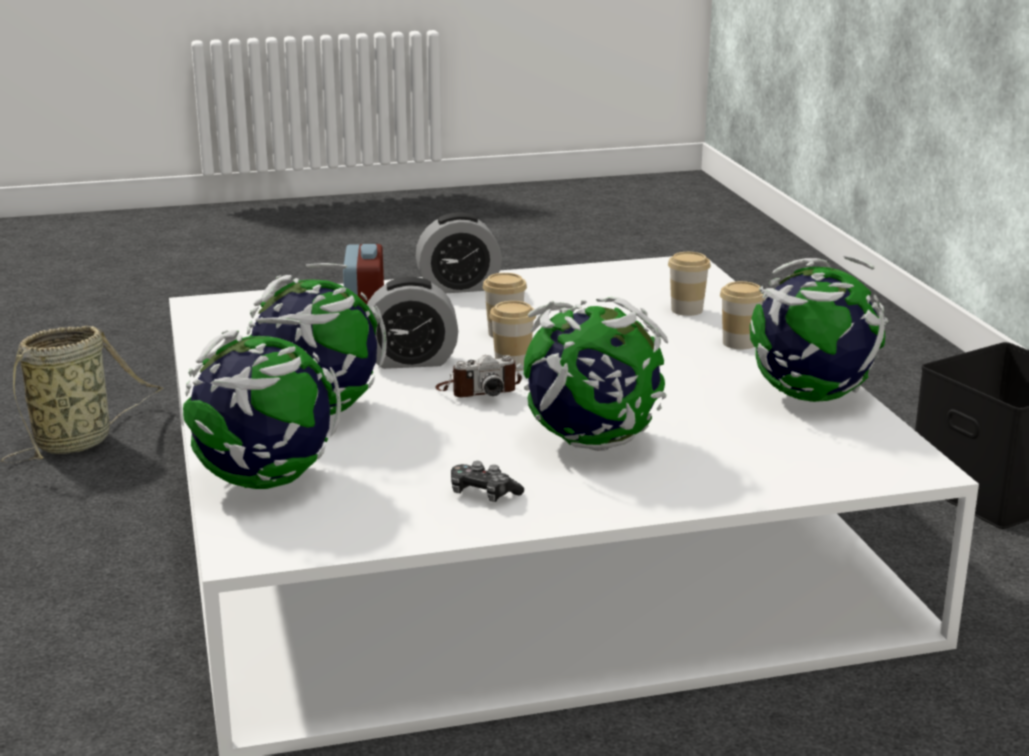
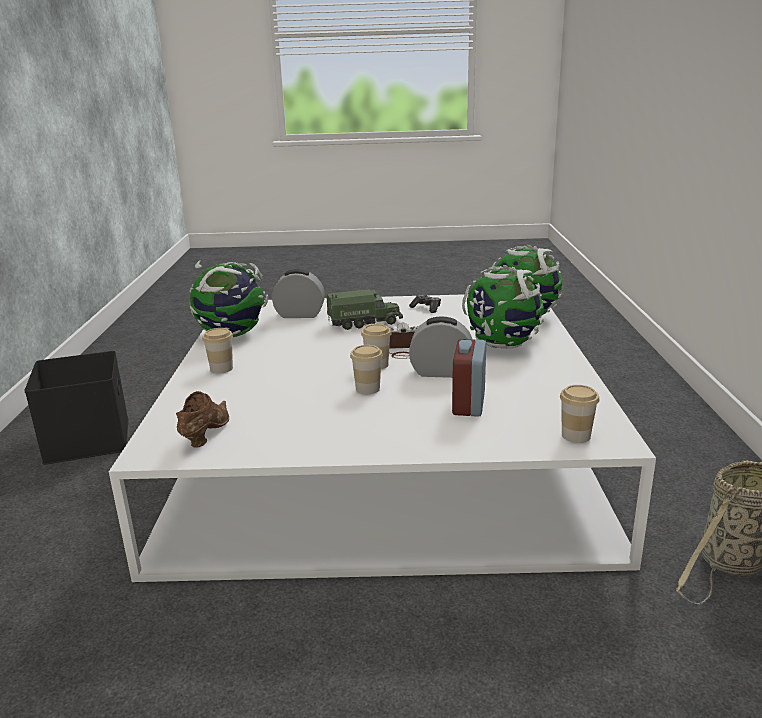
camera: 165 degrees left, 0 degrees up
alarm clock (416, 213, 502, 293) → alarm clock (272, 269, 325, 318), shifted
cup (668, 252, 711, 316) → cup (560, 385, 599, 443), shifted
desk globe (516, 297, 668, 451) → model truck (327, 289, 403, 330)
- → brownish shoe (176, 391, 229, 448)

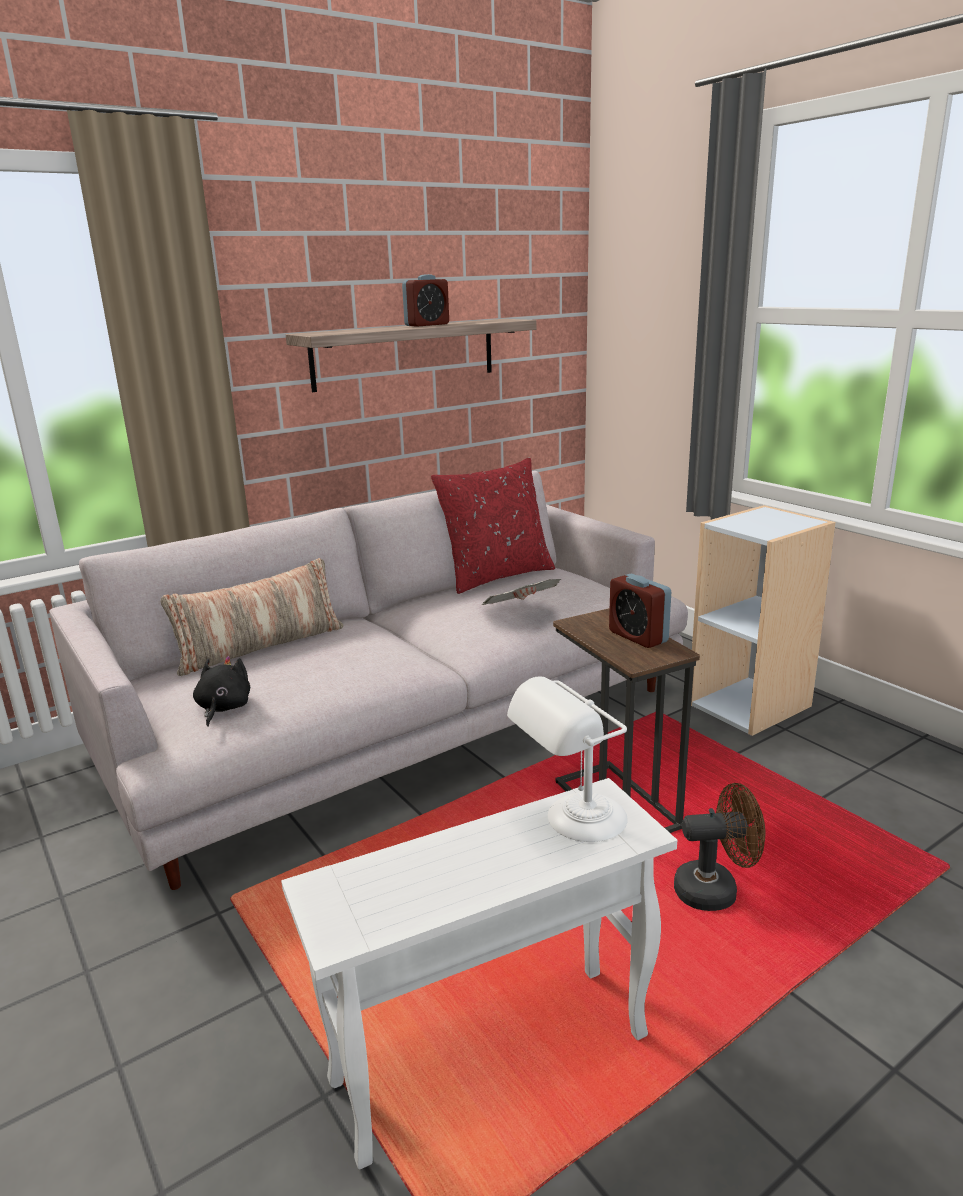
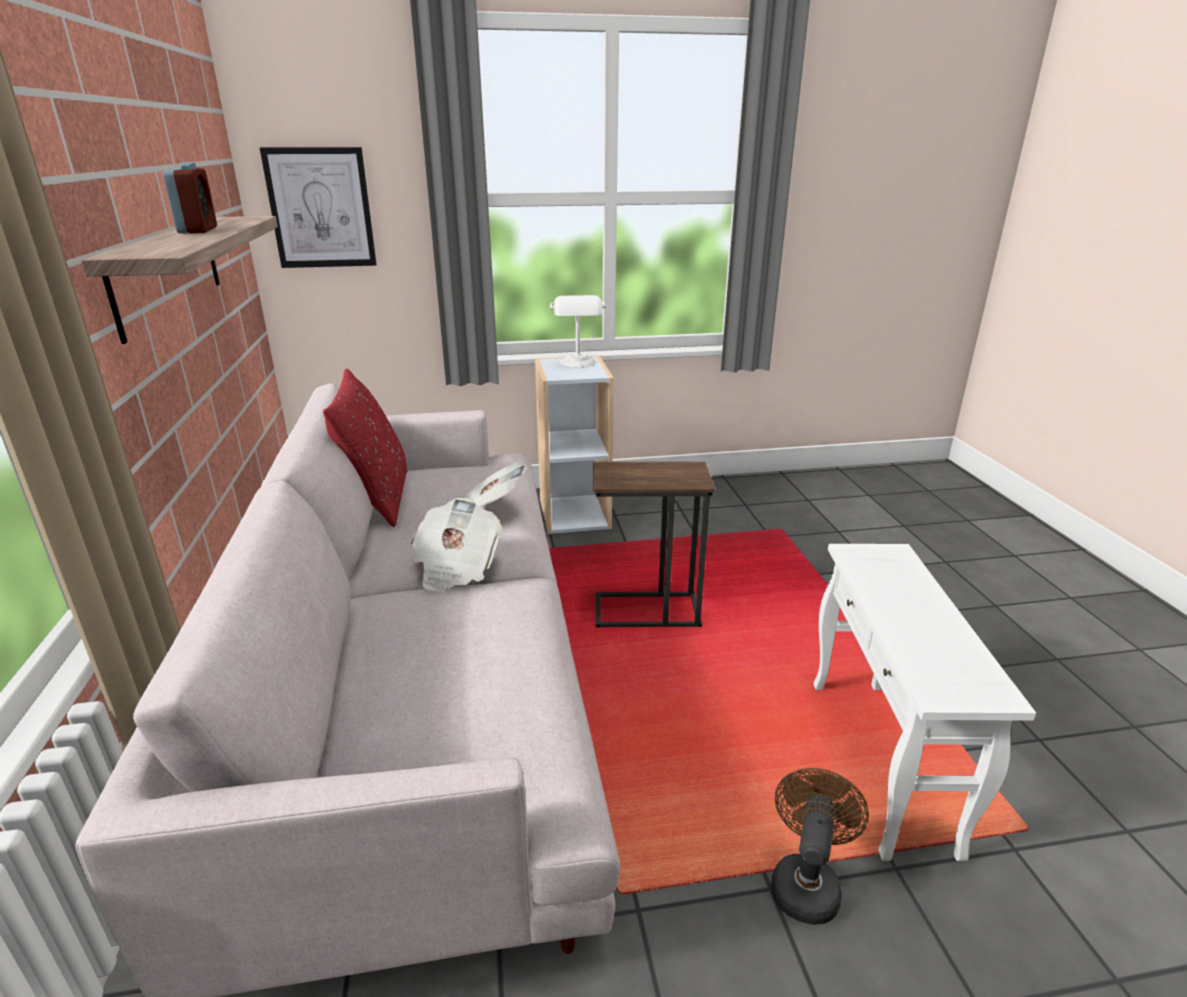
camera: 65 degrees left, 5 degrees up
throw pillow (160, 558, 343, 676) → -
alarm clock (609, 574, 671, 648) → -
black-coloured soft toy (193, 656, 250, 727) → -
whitish table lamp (507, 677, 628, 842) → whitish table lamp (550, 295, 607, 367), shifted
brownish electric fan (674, 783, 765, 911) → brownish electric fan (771, 768, 869, 925), shifted
- → wall picture (260, 147, 377, 268)
- → printed paper (411, 498, 502, 591)

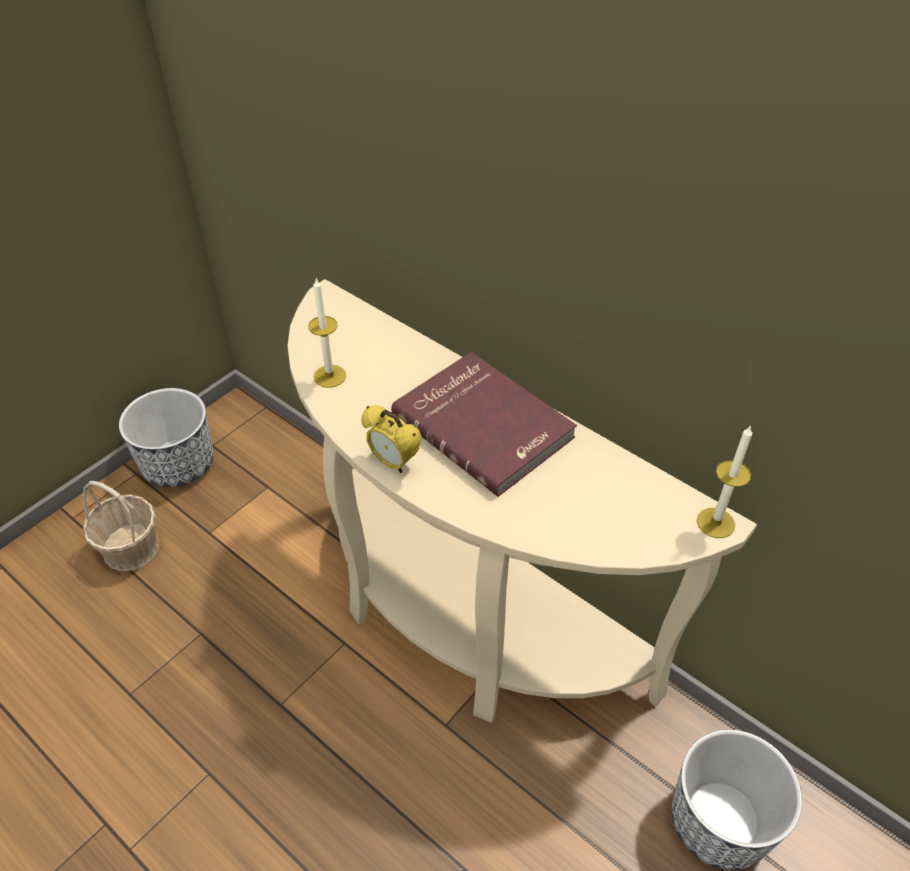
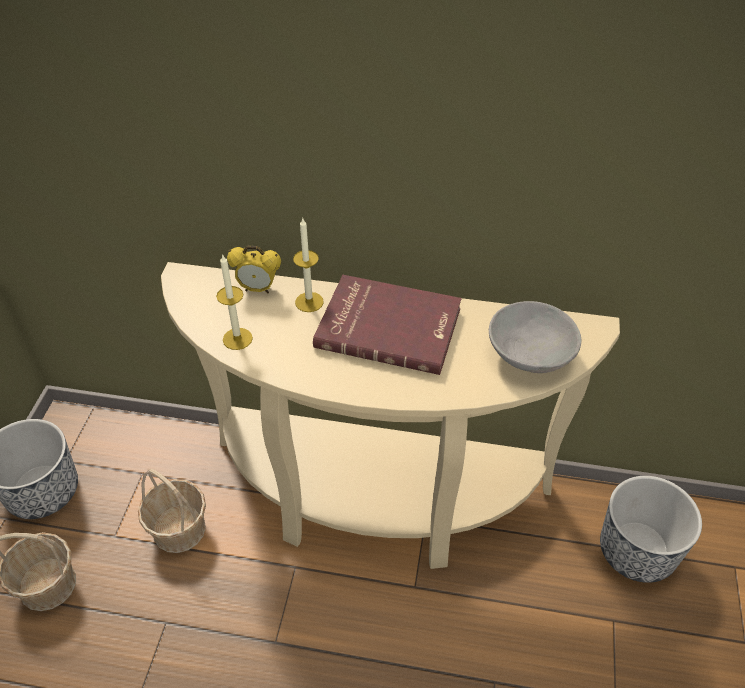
camera: 30 degrees left, 0 degrees up
alarm clock (361, 405, 422, 473) → alarm clock (227, 246, 281, 294), shifted
wax light (697, 425, 752, 538) → wax light (293, 218, 324, 312), shifted
- → greyish deep dish (489, 301, 581, 373)
- → basket (138, 469, 206, 553)

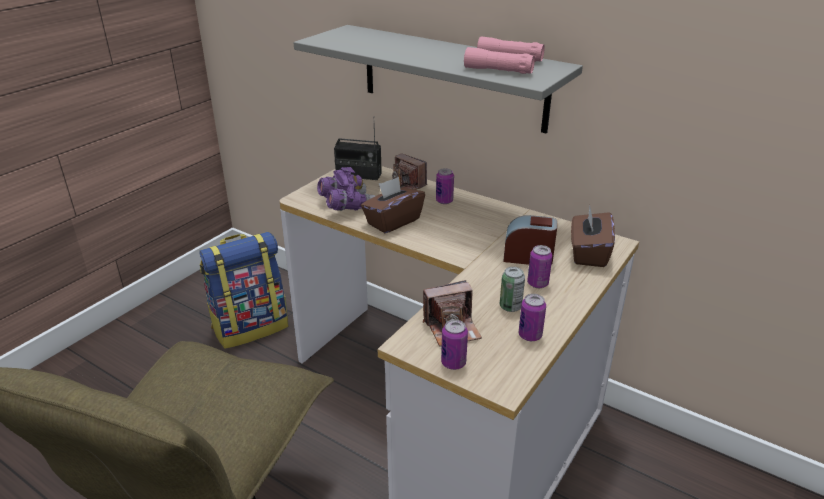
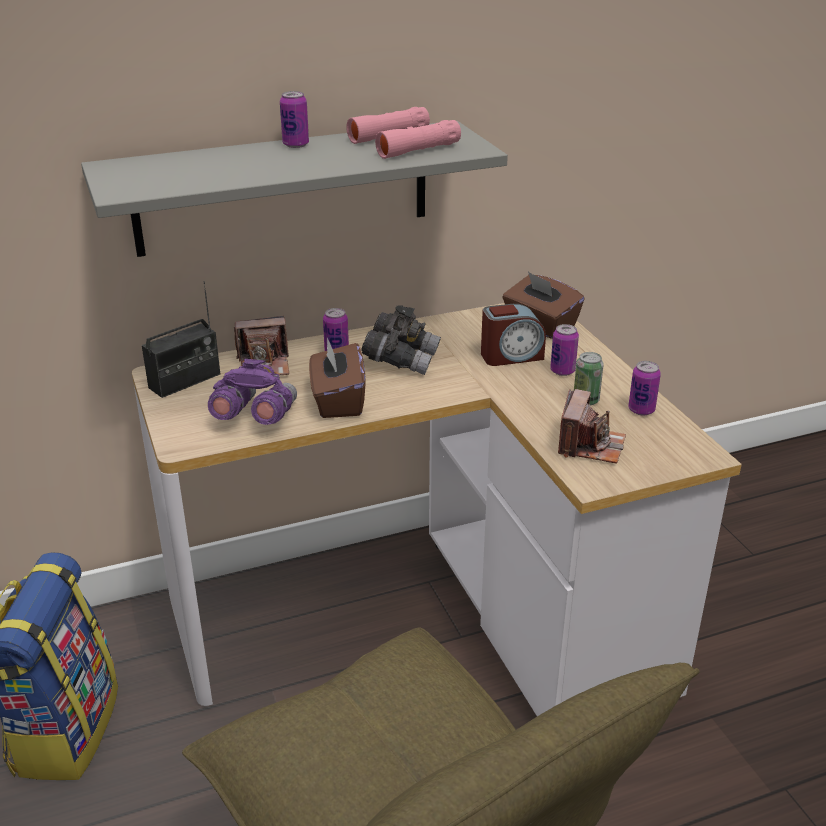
camera: 55 degrees left, 0 degrees up
alarm clock (503, 215, 557, 265) → alarm clock (481, 304, 546, 366), 150 degrees counterclockwise
can (441, 320, 468, 370) → can (280, 91, 309, 148), shifted
- → greyish field glasses (361, 305, 441, 375)

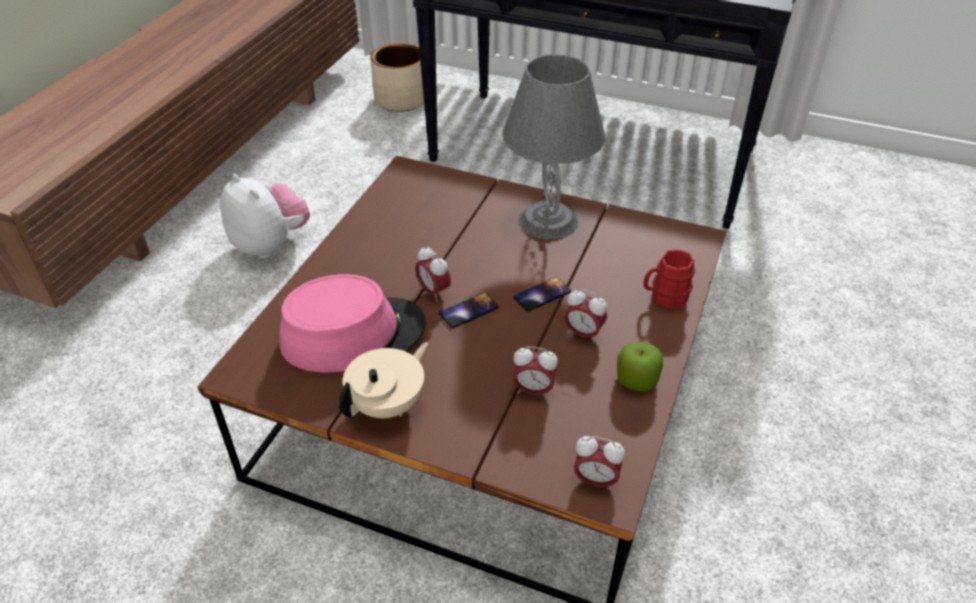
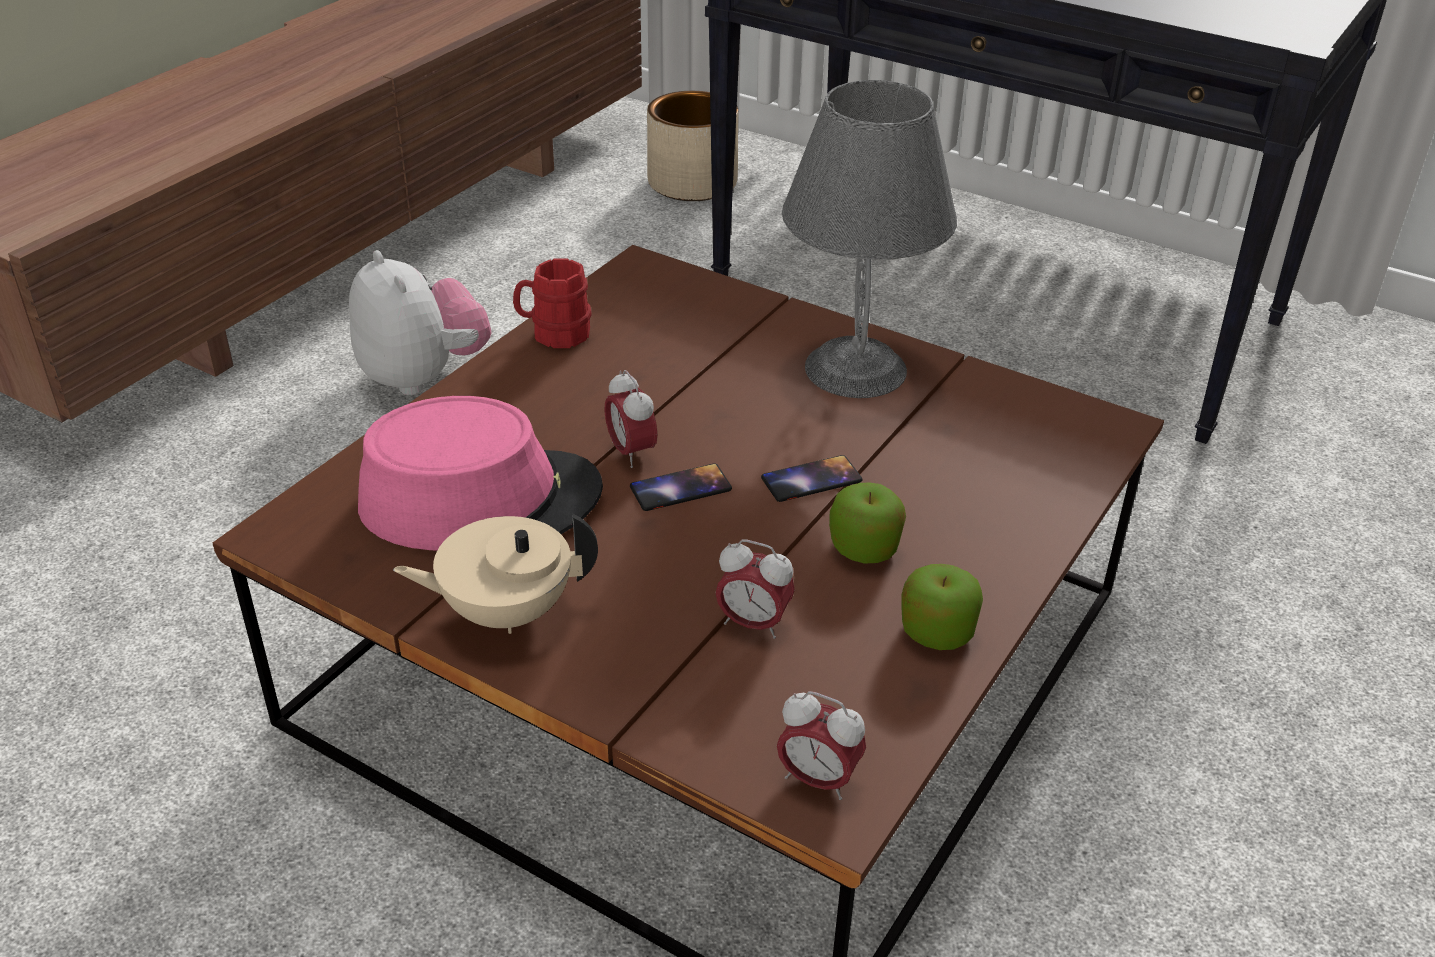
camera: 10 degrees right, 5 degrees down
reddish coffee mug (643, 249, 695, 309) → reddish coffee mug (513, 258, 592, 348), shifted
alarm clock (564, 289, 607, 343) → apple (829, 483, 906, 564)
sand-coloured tea pot (339, 342, 428, 418) → sand-coloured tea pot (393, 513, 598, 634), 150 degrees counterclockwise

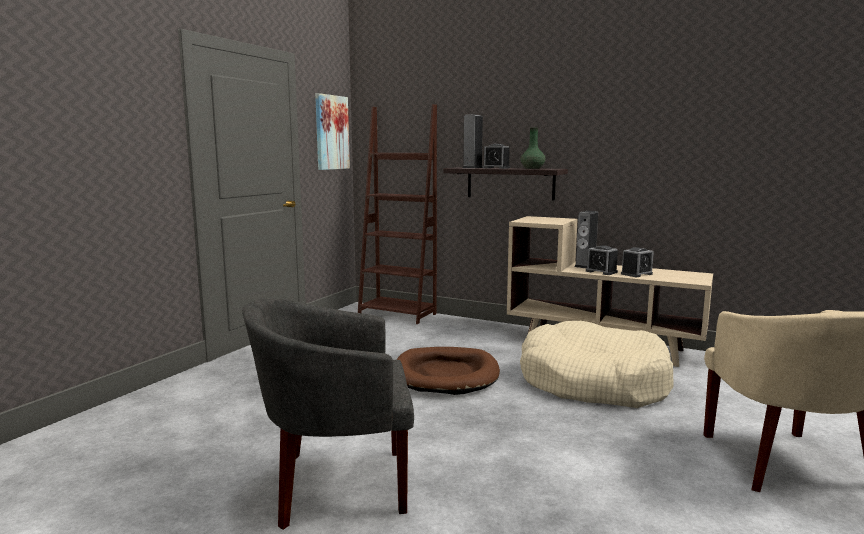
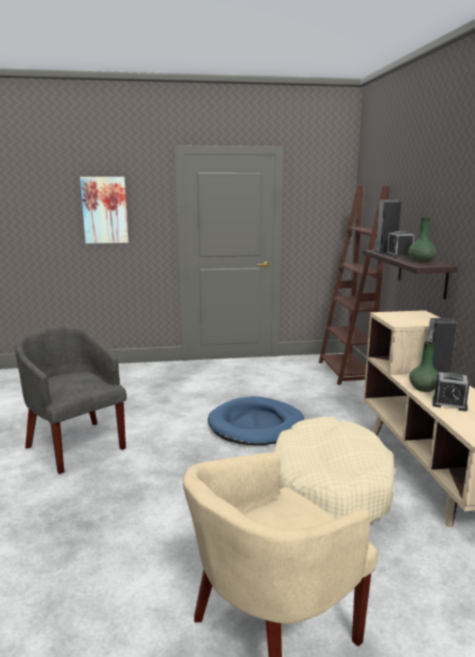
camera: 55 degrees right, 5 degrees up
wall picture (315, 93, 350, 170) → wall picture (80, 177, 129, 244), shifted
alarm clock (586, 245, 618, 275) → greenish flower vase (409, 341, 439, 392)
brownish dog cushion (396, 347, 500, 395) → bluish dog cushion (208, 396, 304, 445)

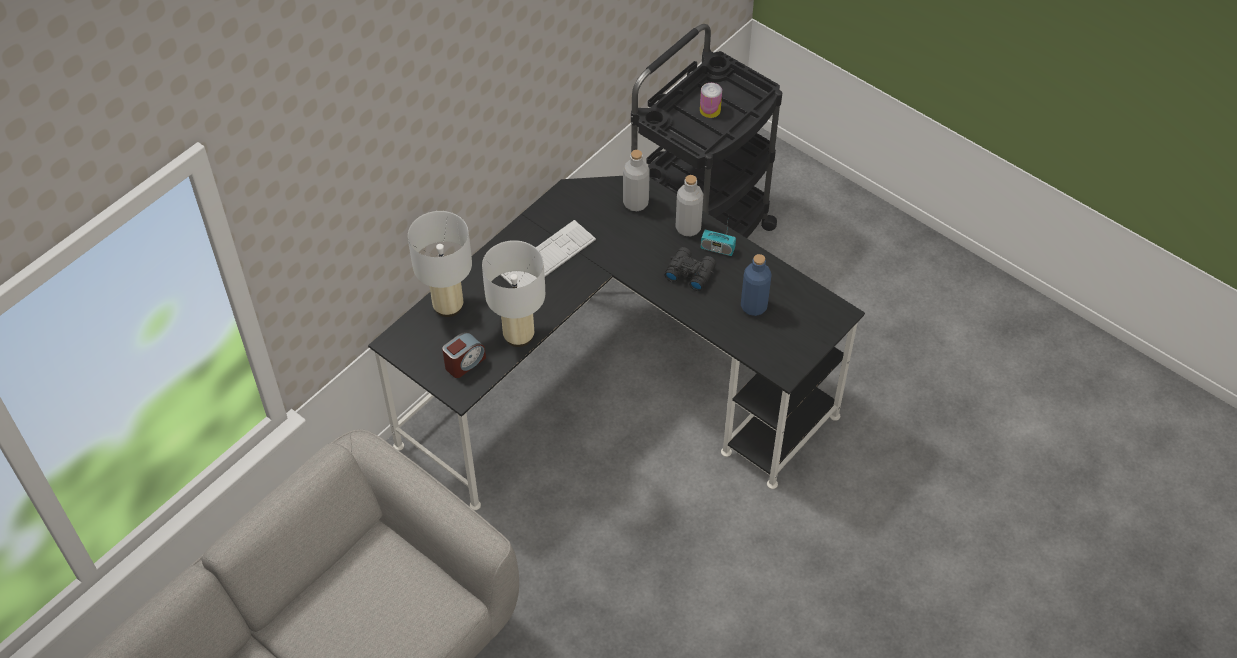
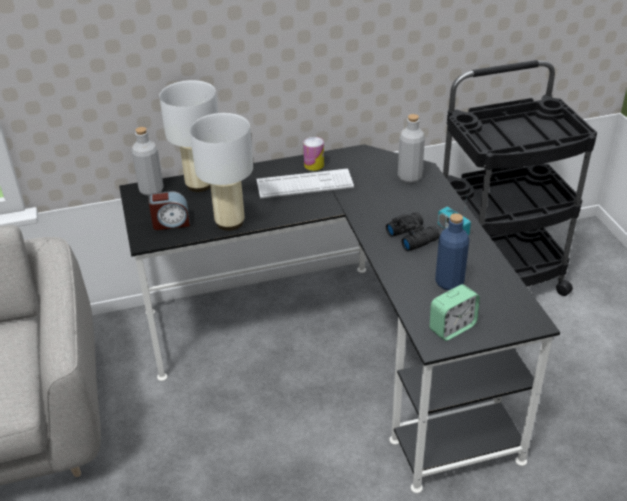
camera: 35 degrees right, 15 degrees down
can (700, 83, 722, 118) → can (303, 137, 324, 171), shifted
greyish drink bottle (675, 175, 703, 237) → greyish drink bottle (132, 127, 164, 196), shifted
- → alarm clock (430, 284, 480, 341)

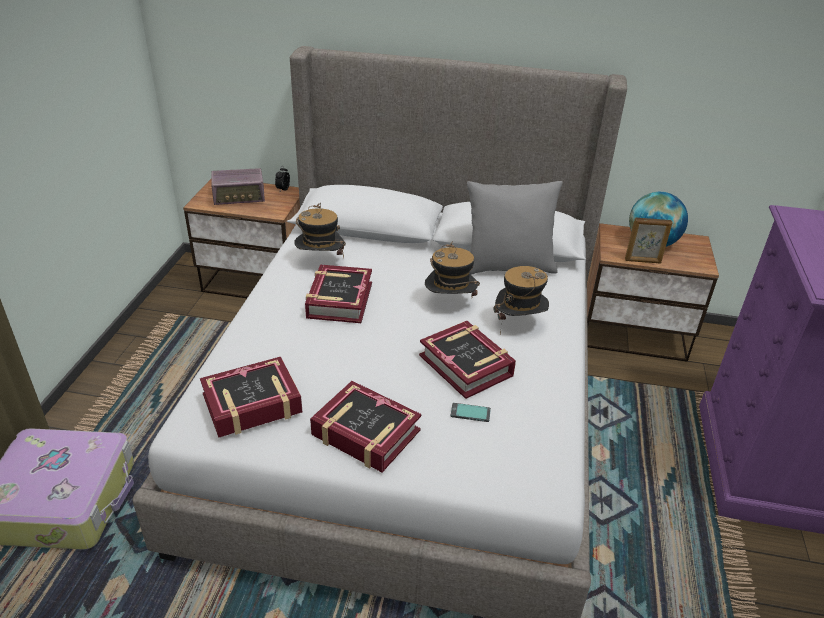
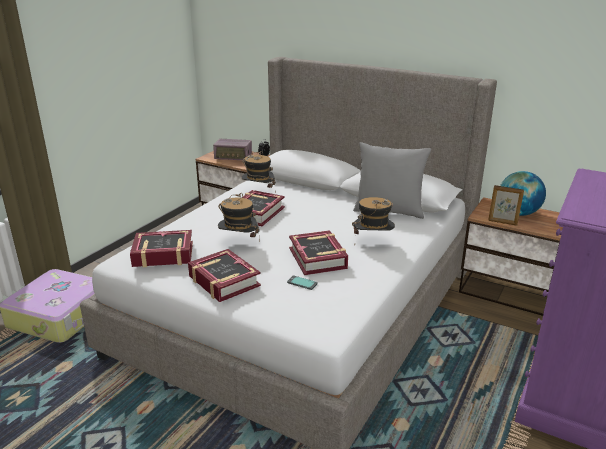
camera: 20 degrees right, 10 degrees down
clothing hat (425, 241, 480, 297) → clothing hat (218, 193, 259, 237), shifted

